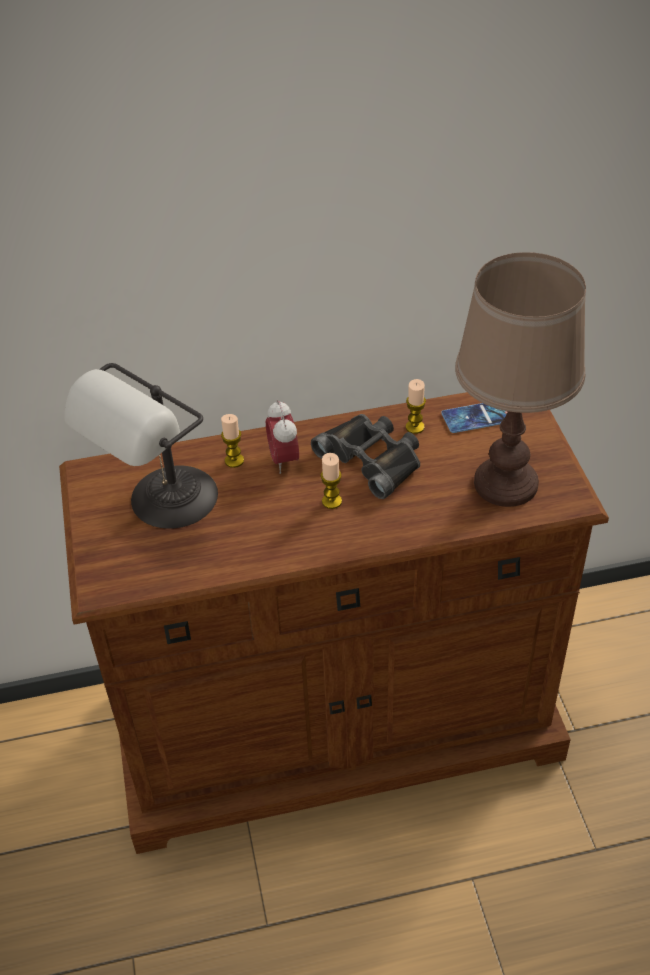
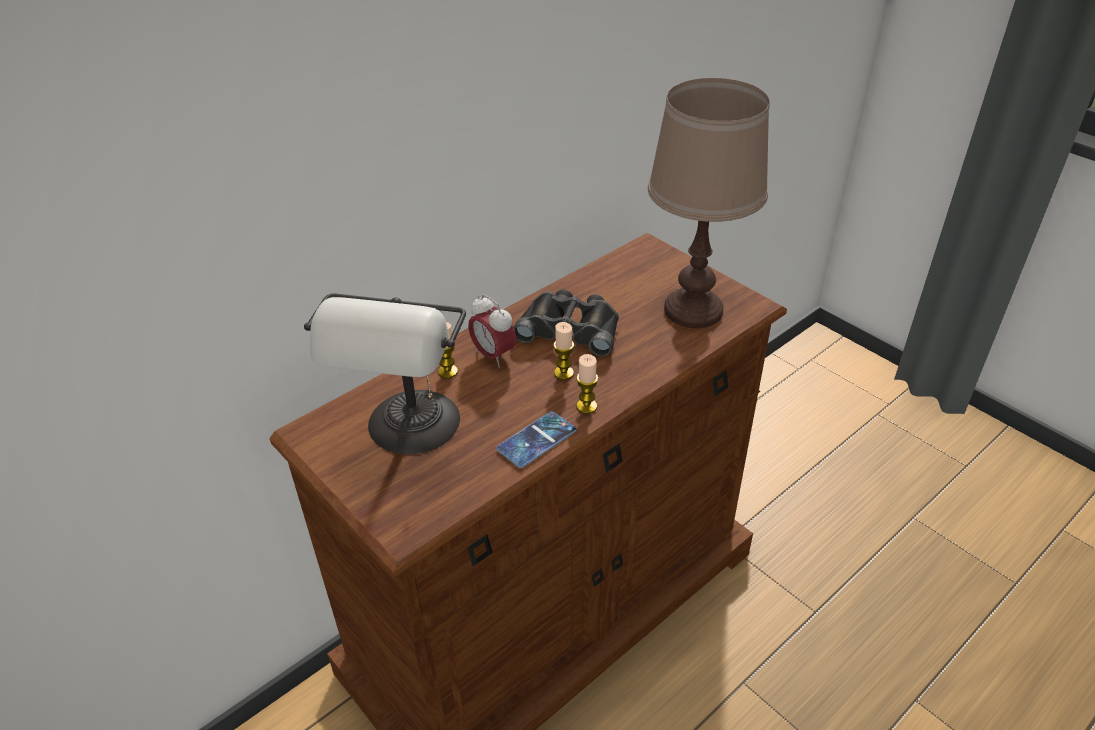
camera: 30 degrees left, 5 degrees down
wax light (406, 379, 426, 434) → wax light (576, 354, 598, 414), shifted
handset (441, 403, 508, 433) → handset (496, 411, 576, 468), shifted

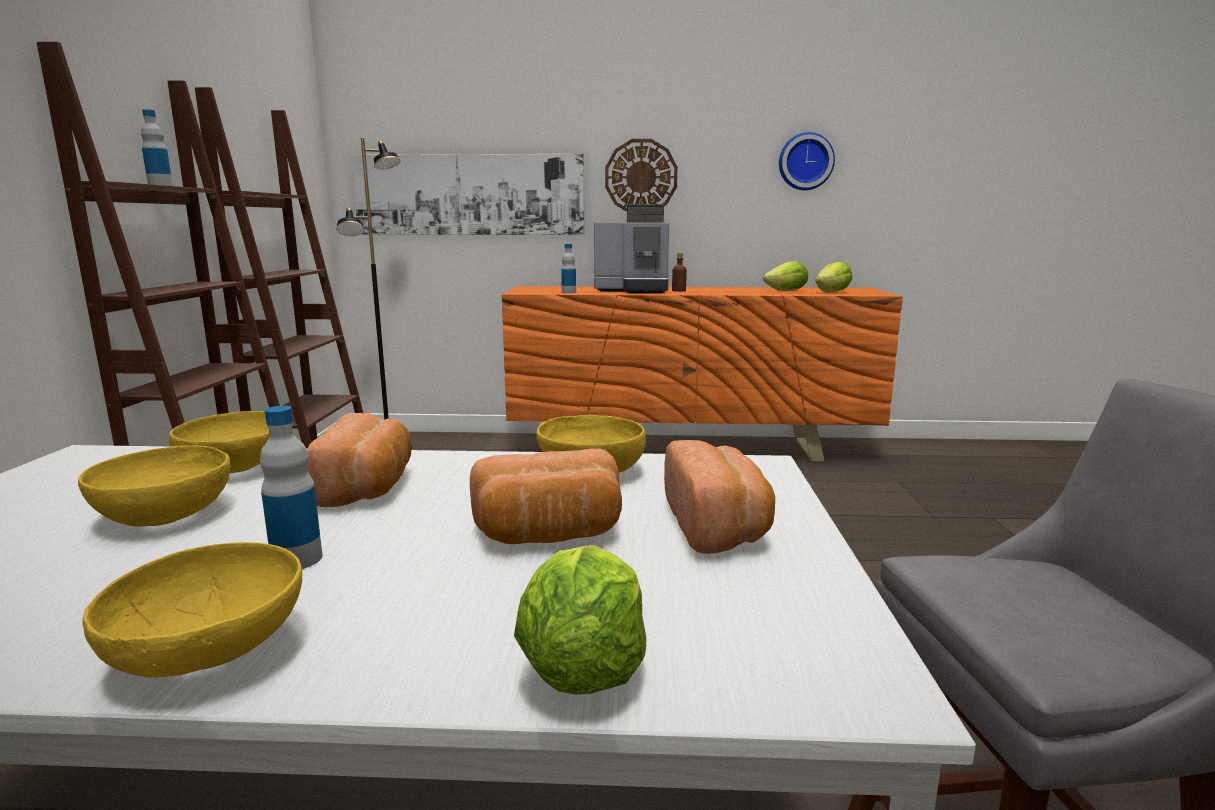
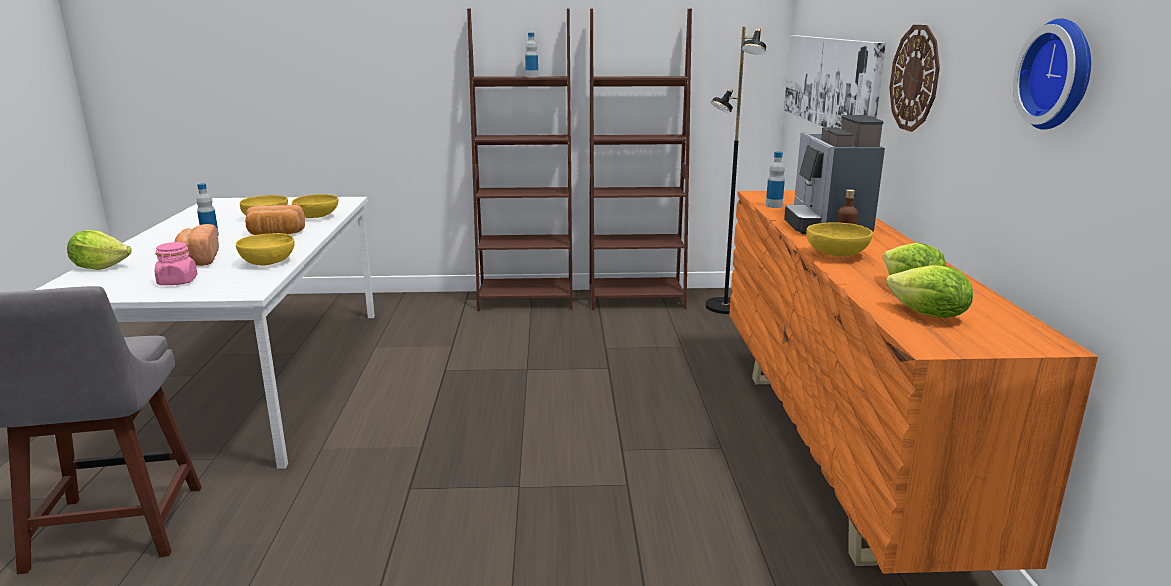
camera: 85 degrees right, 5 degrees up
bakery bread (664, 440, 775, 554) → pinkish preserve jar (155, 242, 197, 285)
yellowish deep dish (82, 542, 302, 678) → yellowish deep dish (806, 222, 873, 256), shifted

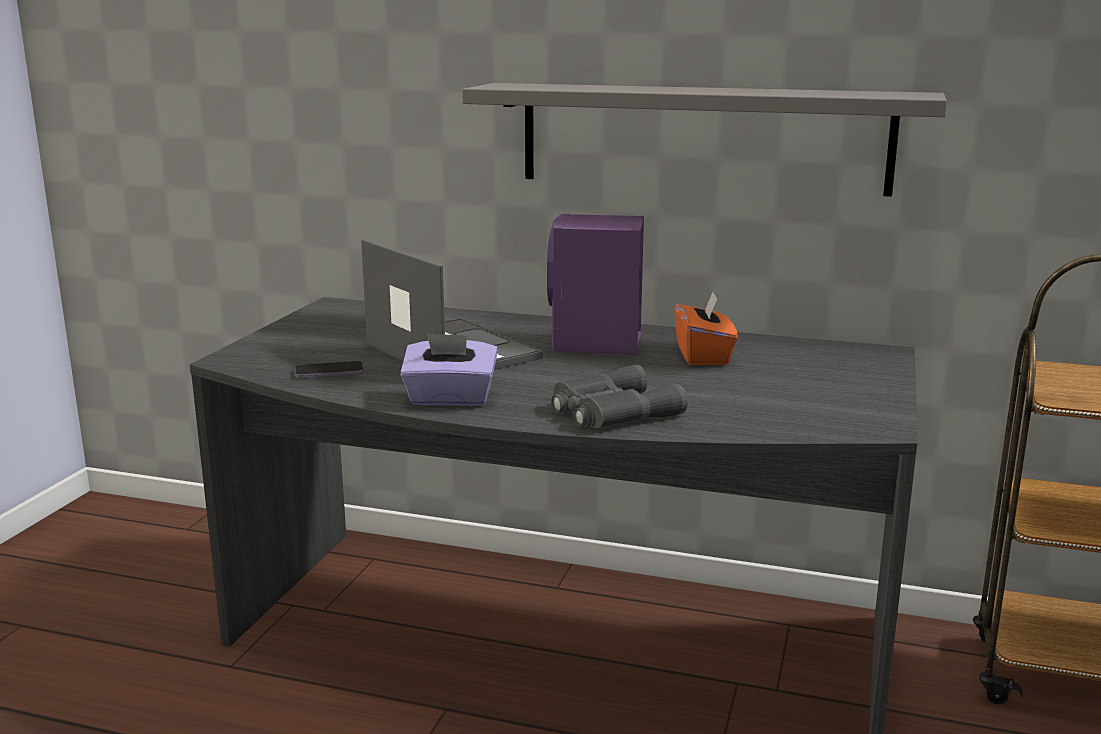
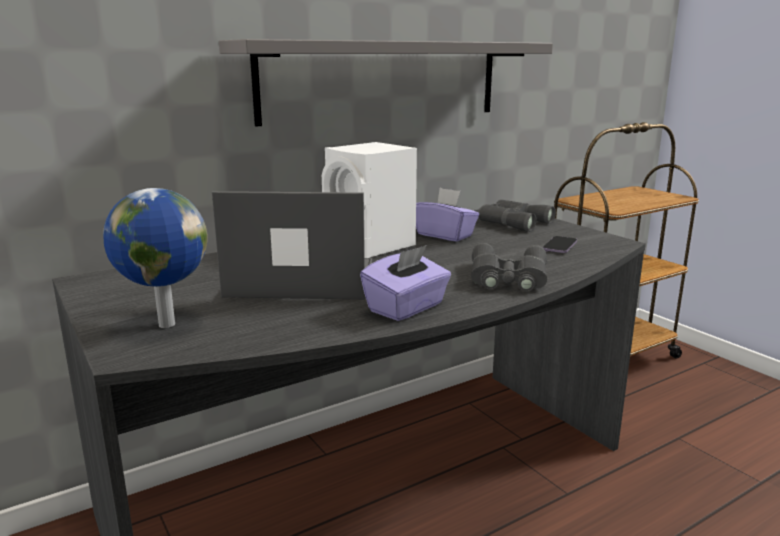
camera: 50 degrees left, 0 degrees up
purplish loudspeaker (547, 214, 644, 355) → whitish loudspeaker (322, 142, 417, 258)
orange-coloured tissue holder (674, 290, 738, 365) → purplish tissue holder (416, 188, 479, 242)
handset (295, 361, 364, 378) → handset (543, 236, 577, 253), shifted
- → desk globe (103, 188, 208, 328)
- → greyish field glasses (477, 199, 556, 232)

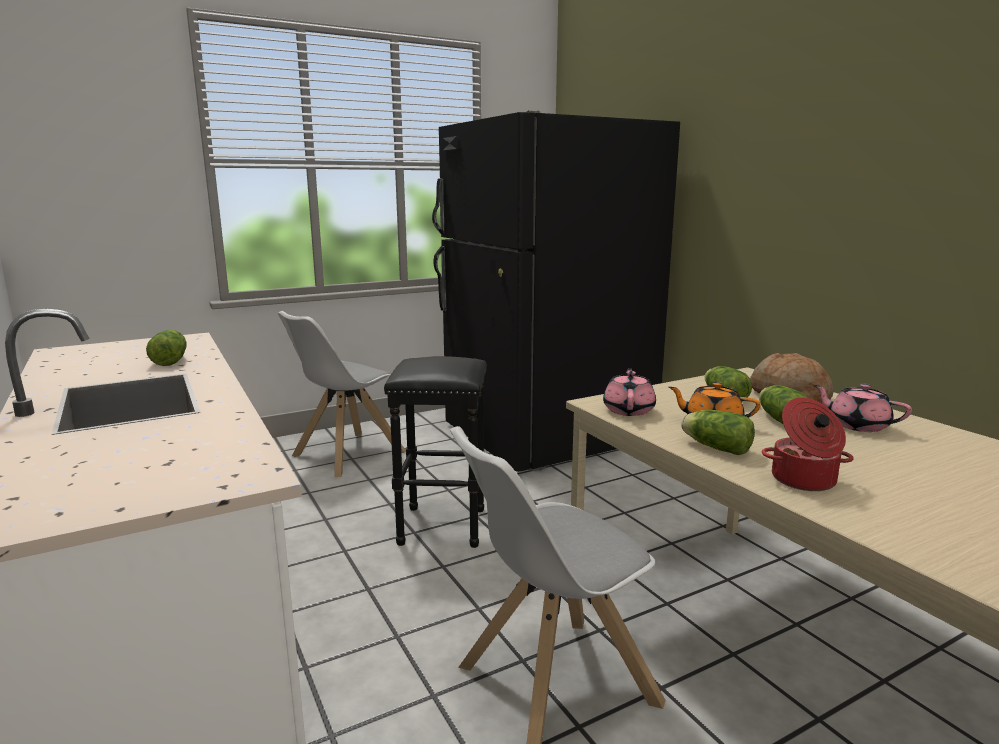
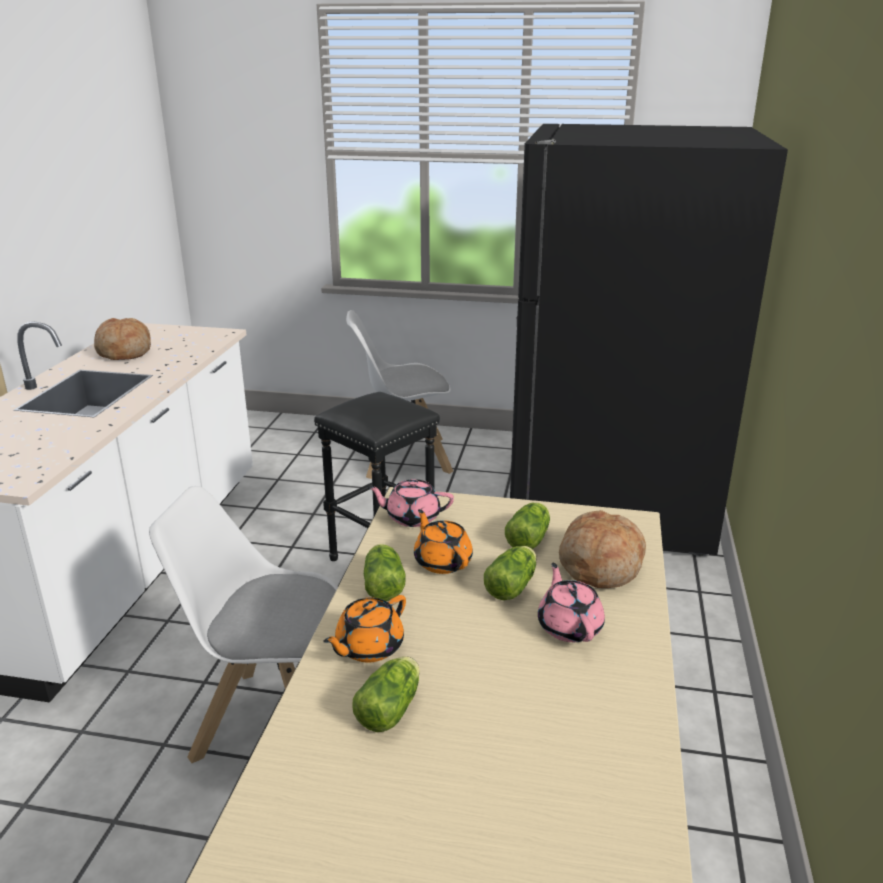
camera: 40 degrees right, 10 degrees up
head of lettuce (146, 330, 187, 366) → head of lettuce (352, 656, 420, 732), shifted
pinkish tea pot (603, 368, 656, 416) → pinkish tea pot (367, 479, 454, 527), 135 degrees counterclockwise
cooking pot (762, 397, 853, 491) → orange-coloured tea pot (323, 595, 406, 663)
- → bakery bread (94, 318, 151, 360)

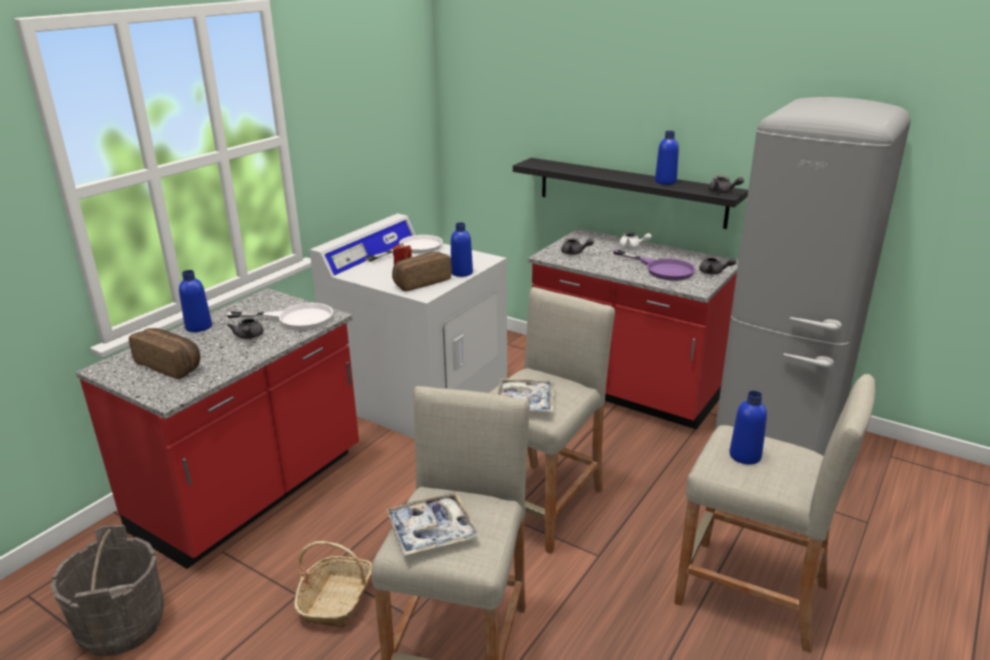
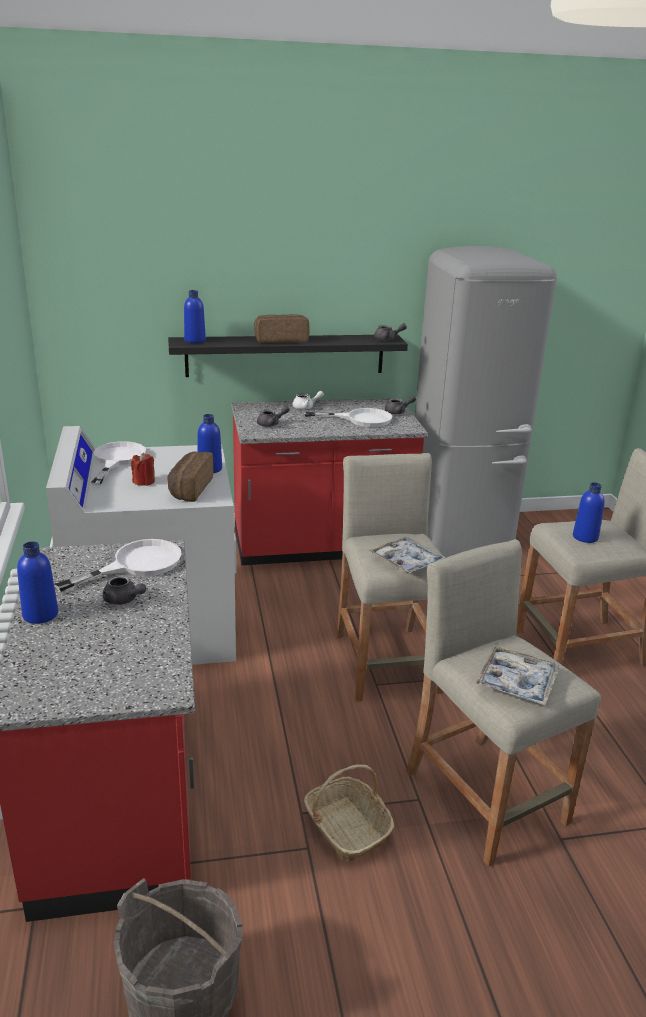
camera: 45 degrees left, 0 degrees up
bluish drink bottle (655, 131, 679, 185) → bluish drink bottle (184, 290, 206, 343), shifted
purplish pan (613, 250, 696, 280) → whitish pan (304, 408, 392, 427)
bakery bread (129, 328, 201, 379) → bakery bread (254, 314, 309, 343), shifted

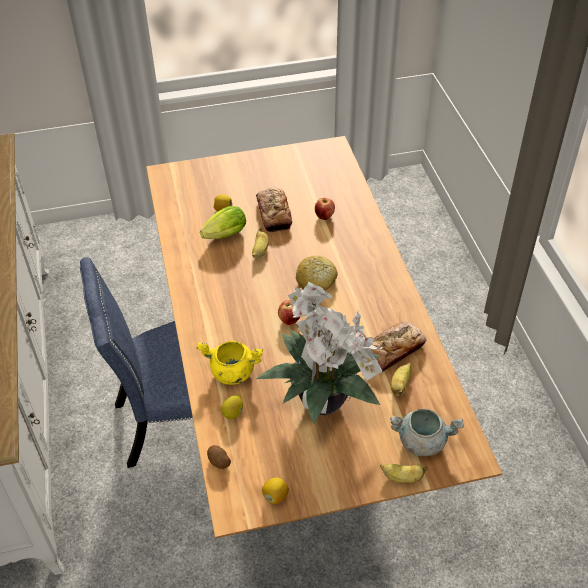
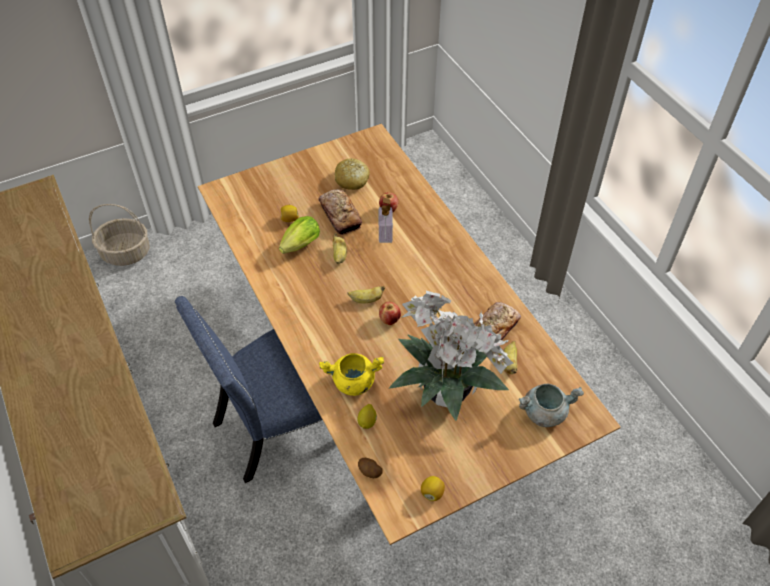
camera: 15 degrees left, 5 degrees up
bakery bread (296, 256, 338, 291) → bakery bread (335, 158, 370, 190), shifted
banana fruit (380, 464, 428, 483) → banana fruit (347, 286, 385, 304), shifted
- → soap bottle (379, 198, 393, 243)
- → basket (89, 204, 150, 266)

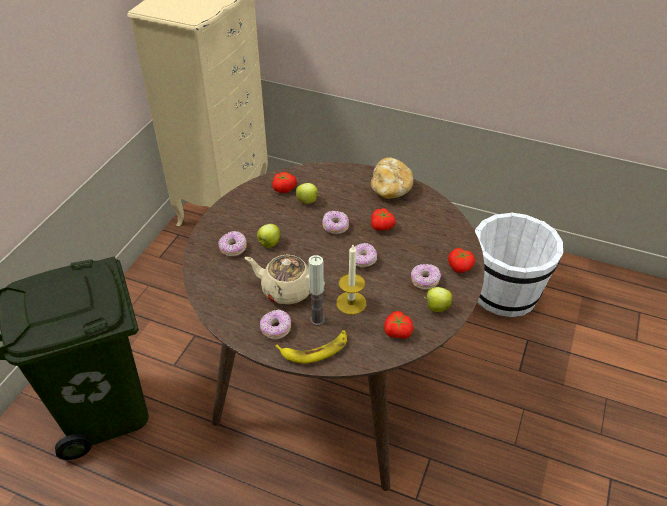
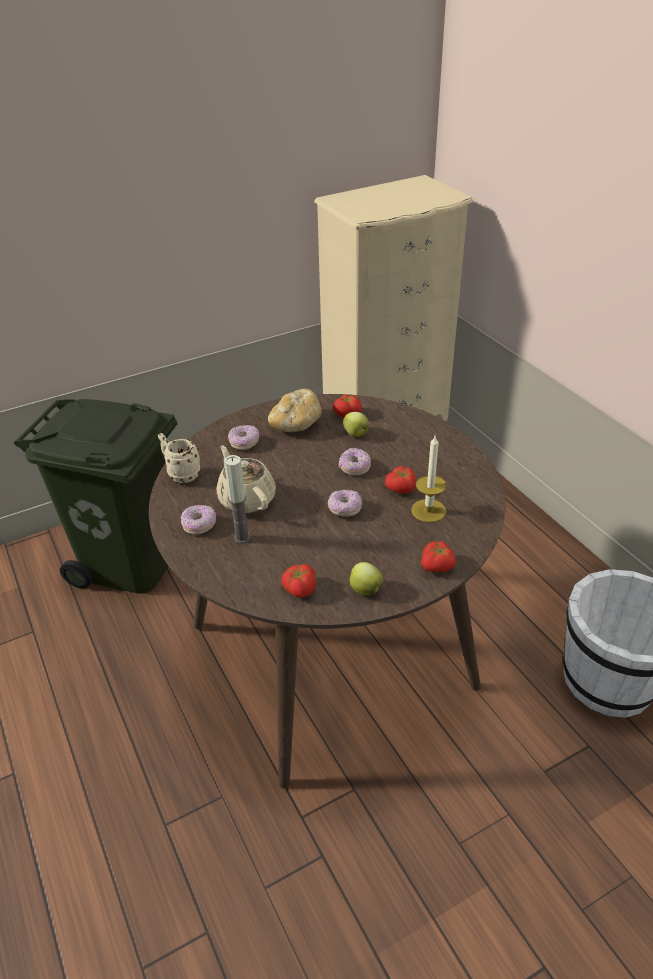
camera: 40 degrees right, 5 degrees down
bakery bread (371, 157, 413, 199) → bakery bread (268, 389, 322, 432), shifted
apple (257, 224, 281, 247) → -
wax light (336, 245, 366, 315) → wax light (411, 436, 446, 523), shifted
ring doughnut (411, 264, 441, 290) → -
banana fruit (275, 330, 347, 363) → -
- → sand-coloured coffee mug (158, 433, 201, 483)

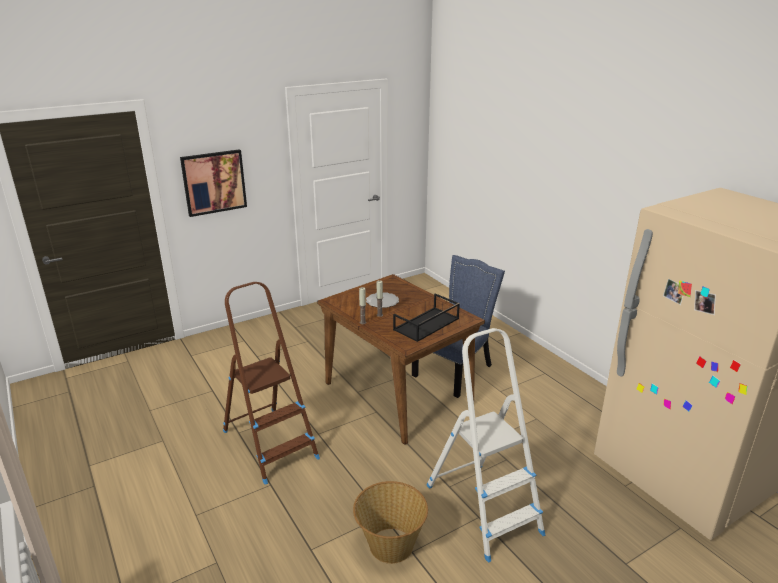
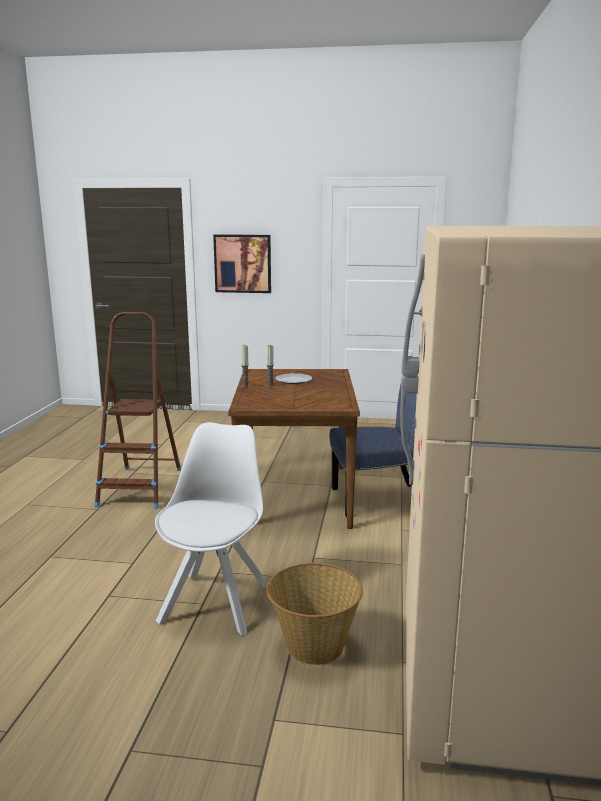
camera: 40 degrees right, 10 degrees down
black-coloured tray (393, 293, 460, 342) → -
whitish step stool (426, 328, 545, 562) → whitish upright chair (155, 422, 267, 636)
basket (353, 481, 428, 564) → basket (266, 563, 363, 665), shifted

